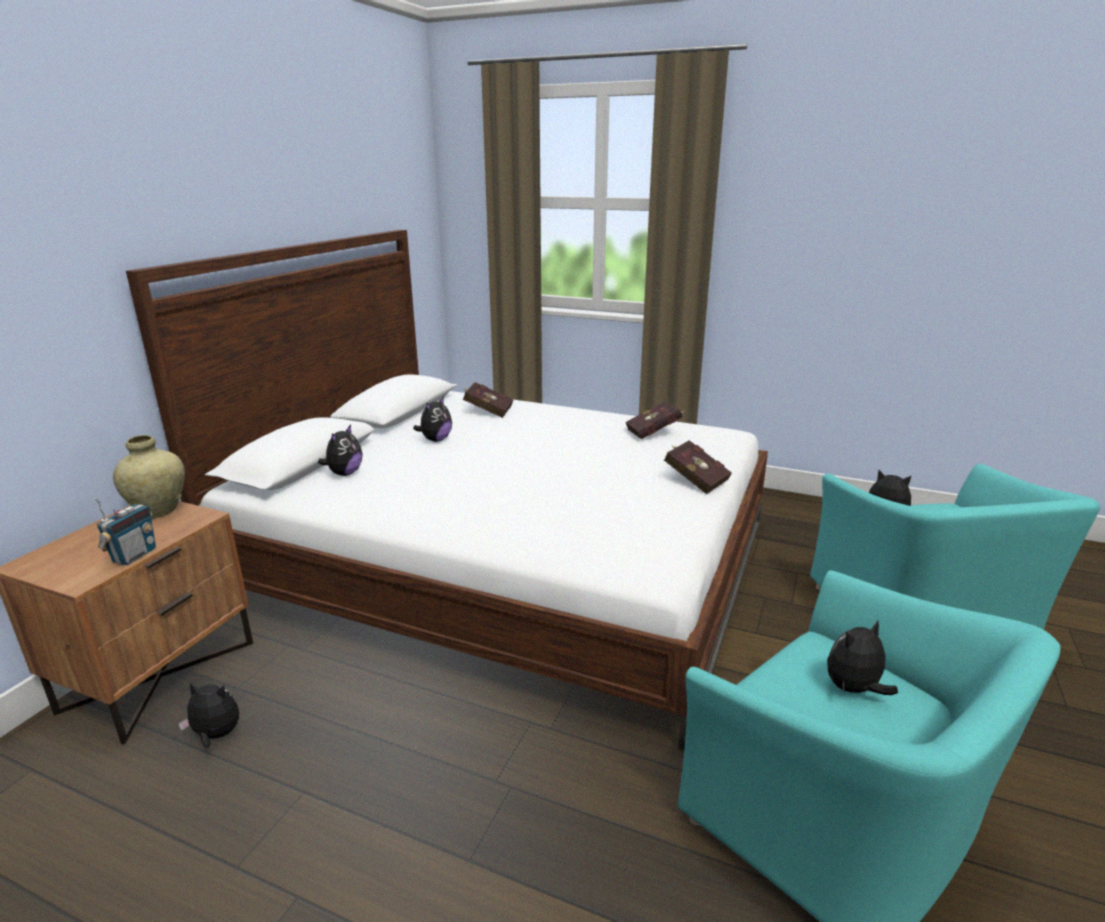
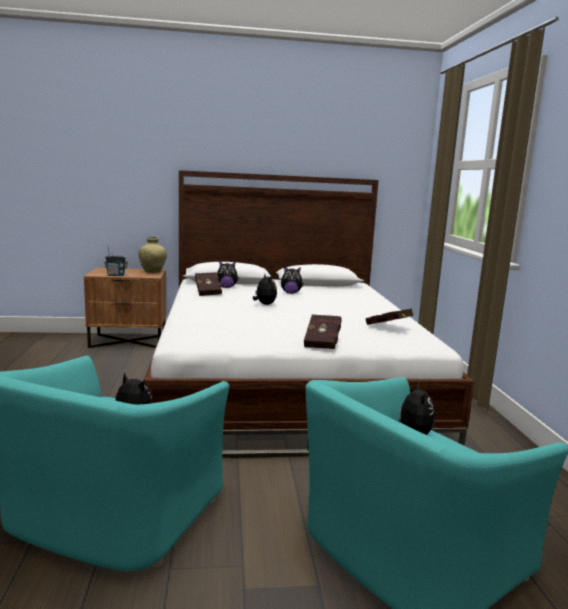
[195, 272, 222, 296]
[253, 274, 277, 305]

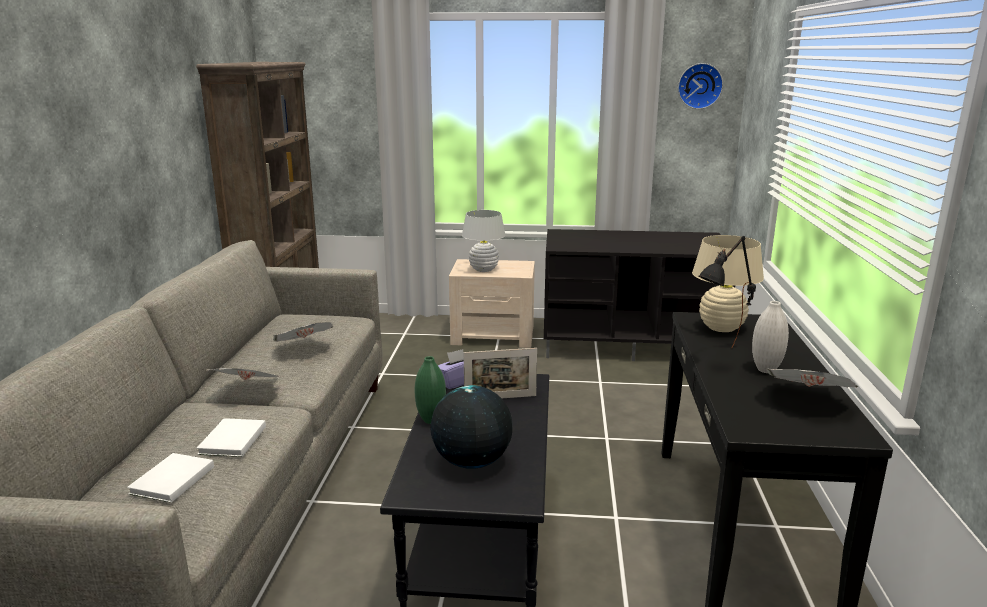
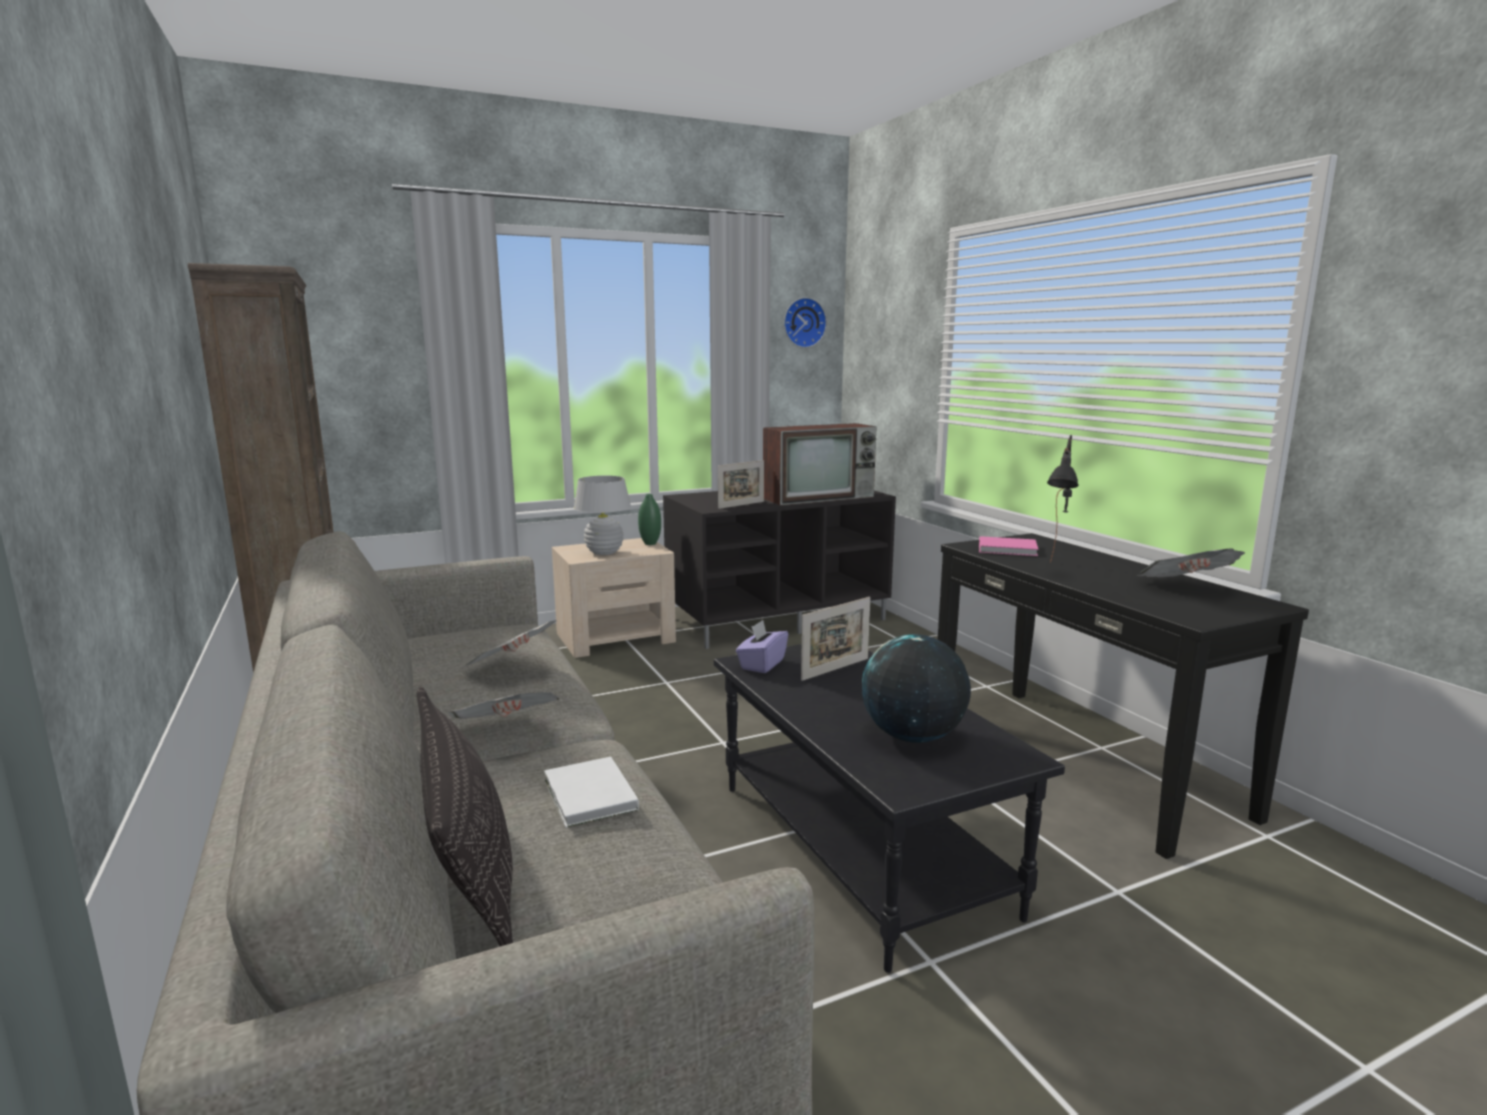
[417, 686, 513, 946]
[638, 494, 661, 545]
[718, 460, 764, 509]
[763, 423, 877, 505]
[979, 536, 1038, 556]
[127, 453, 214, 503] (first image)
[752, 301, 789, 373] (first image)

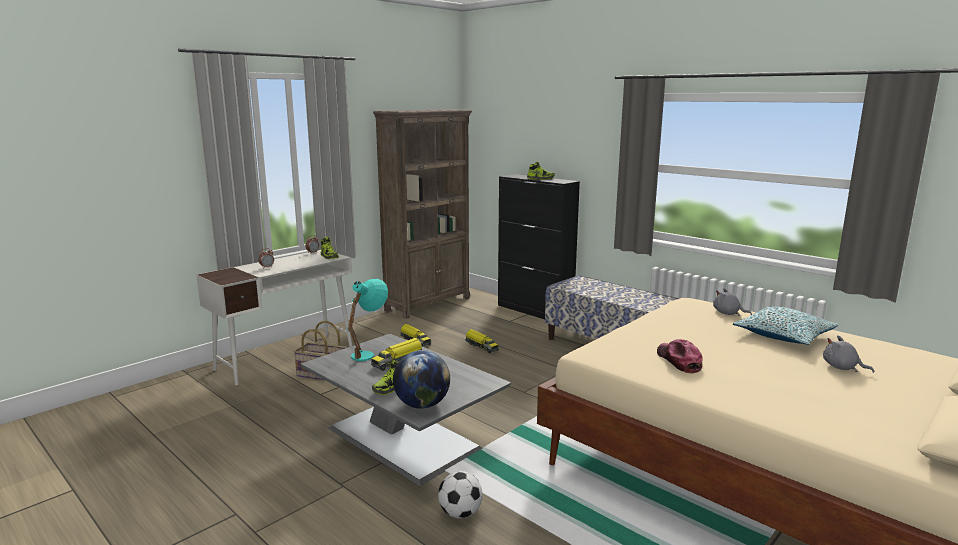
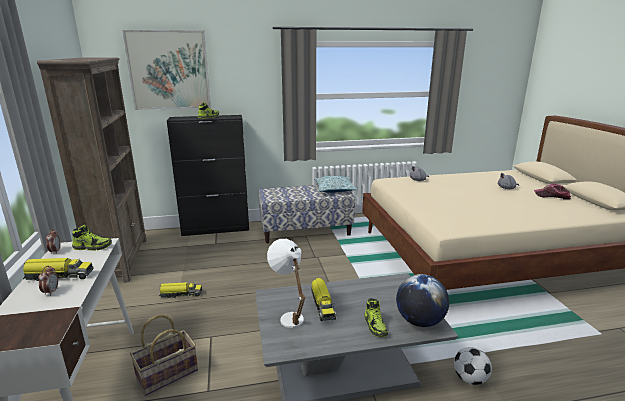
[23, 258, 94, 281]
[122, 30, 211, 110]
[267, 239, 305, 328]
[314, 176, 358, 193]
[534, 184, 571, 199]

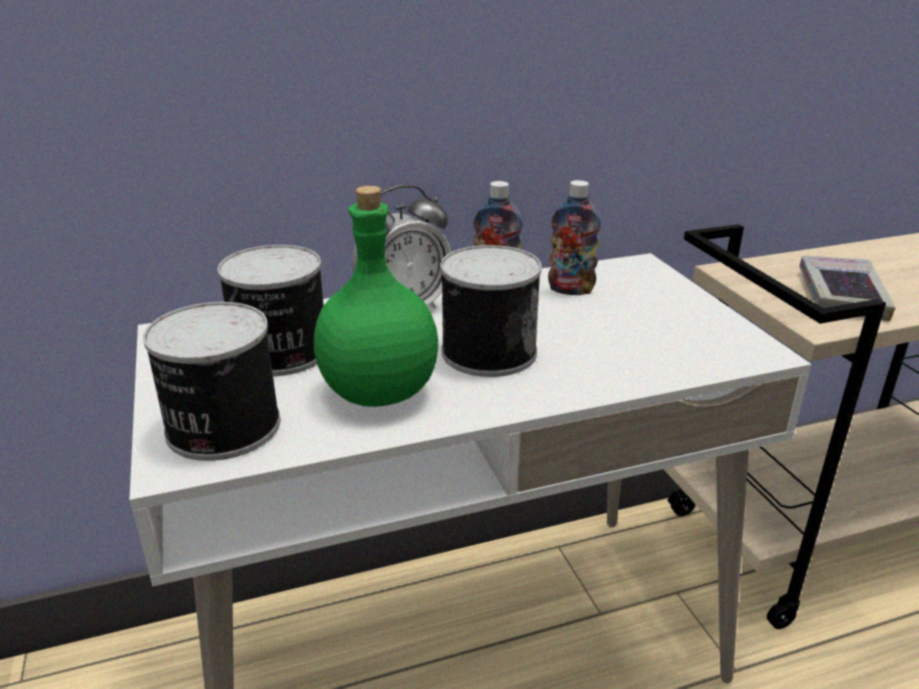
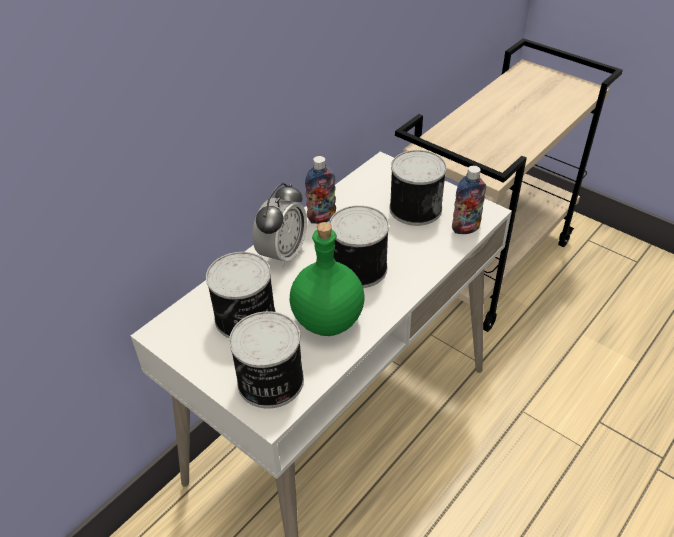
[390, 150, 447, 226]
[452, 166, 486, 234]
[799, 256, 896, 321] (first image)

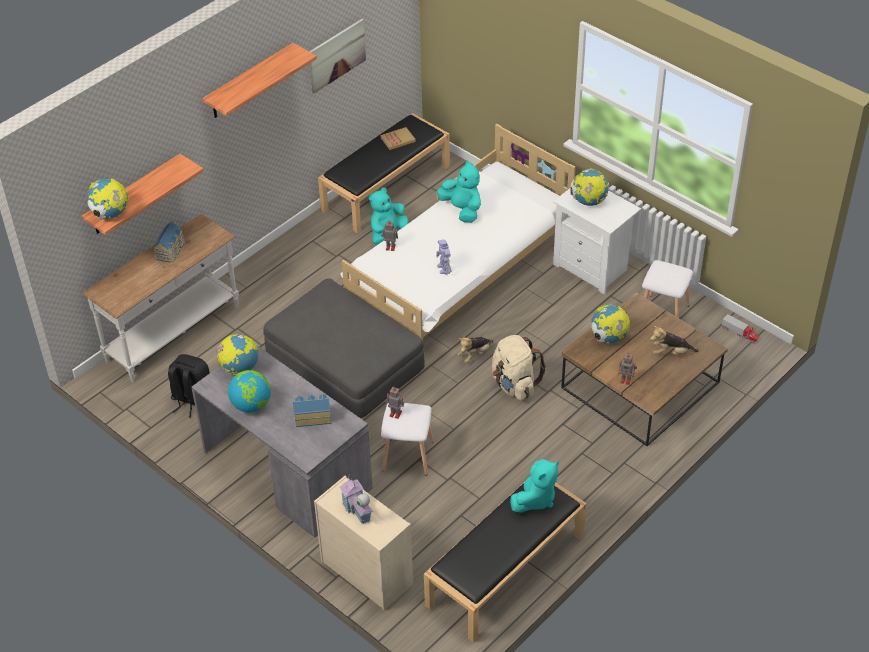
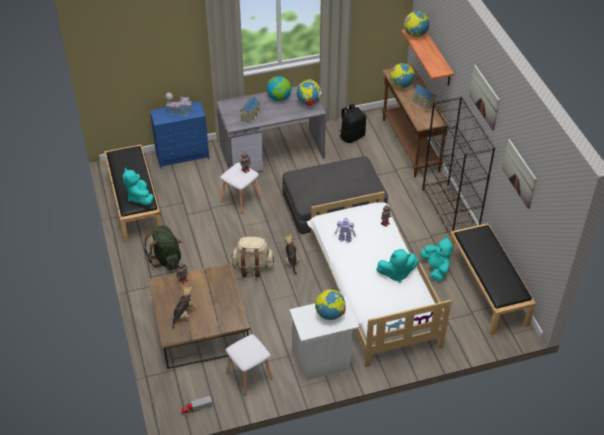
[144, 225, 182, 270]
[150, 101, 209, 169]
[382, 65, 450, 177]
[390, 63, 415, 88]
[422, 97, 495, 235]
[469, 65, 500, 130]
[381, 127, 416, 150] (first image)

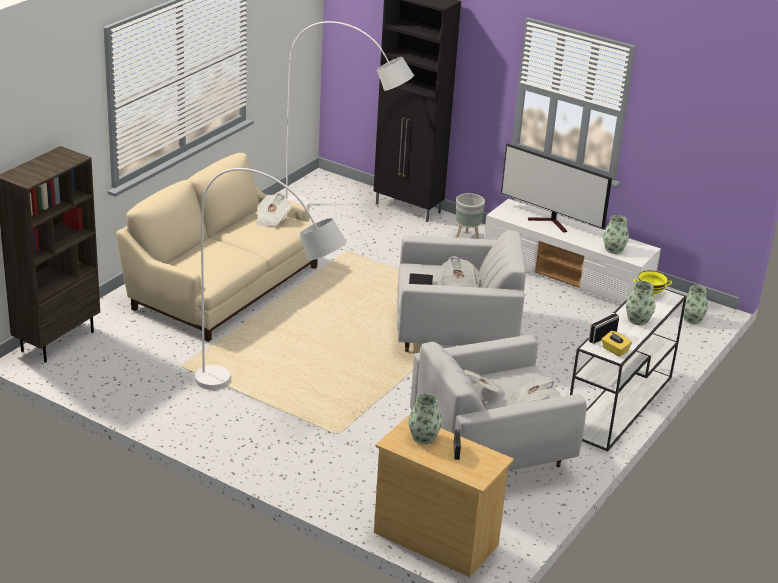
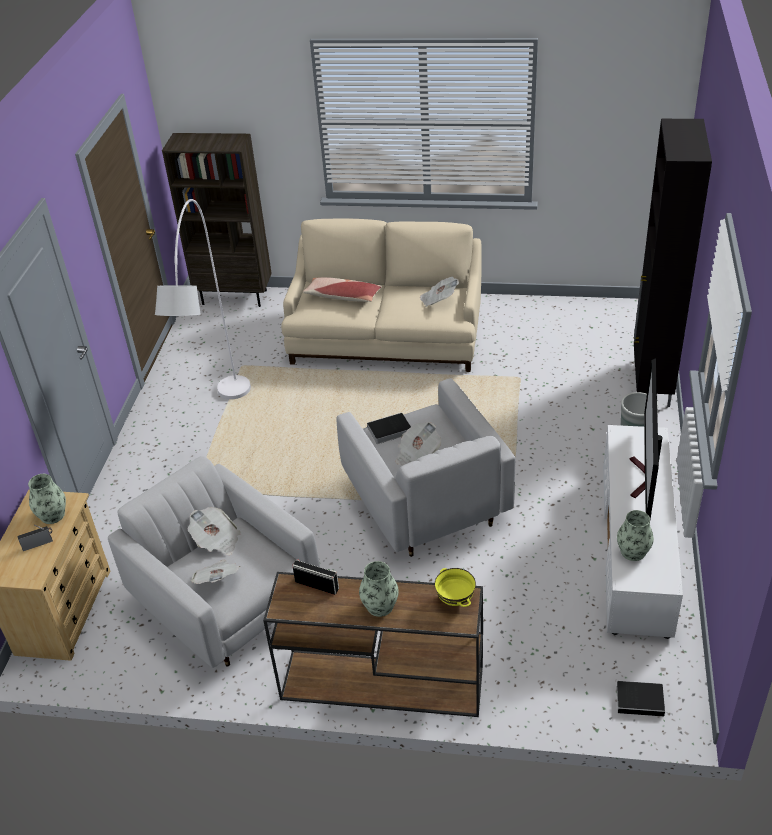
[263, 572, 483, 717]
[303, 277, 382, 302]
[616, 681, 671, 716]
[285, 21, 414, 207] (first image)
[601, 331, 632, 357] (first image)

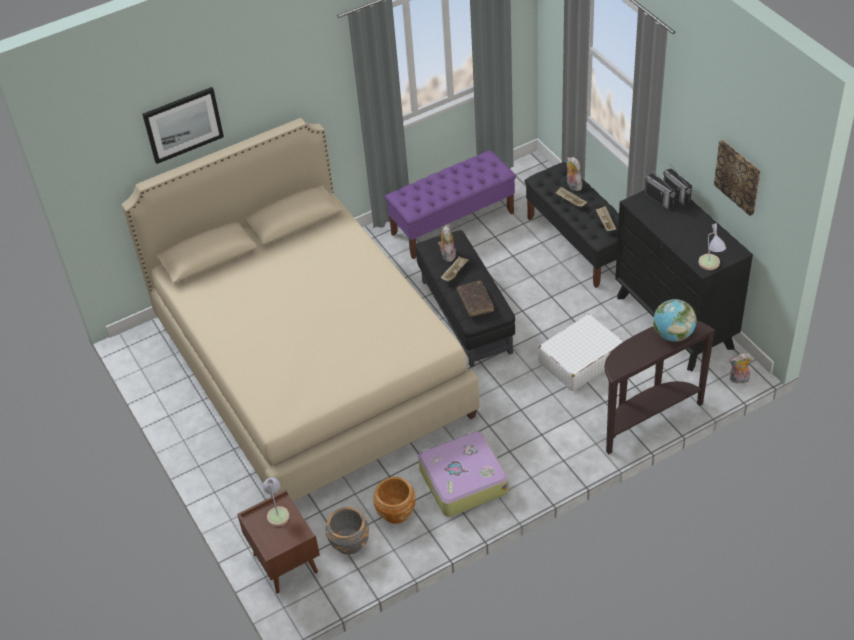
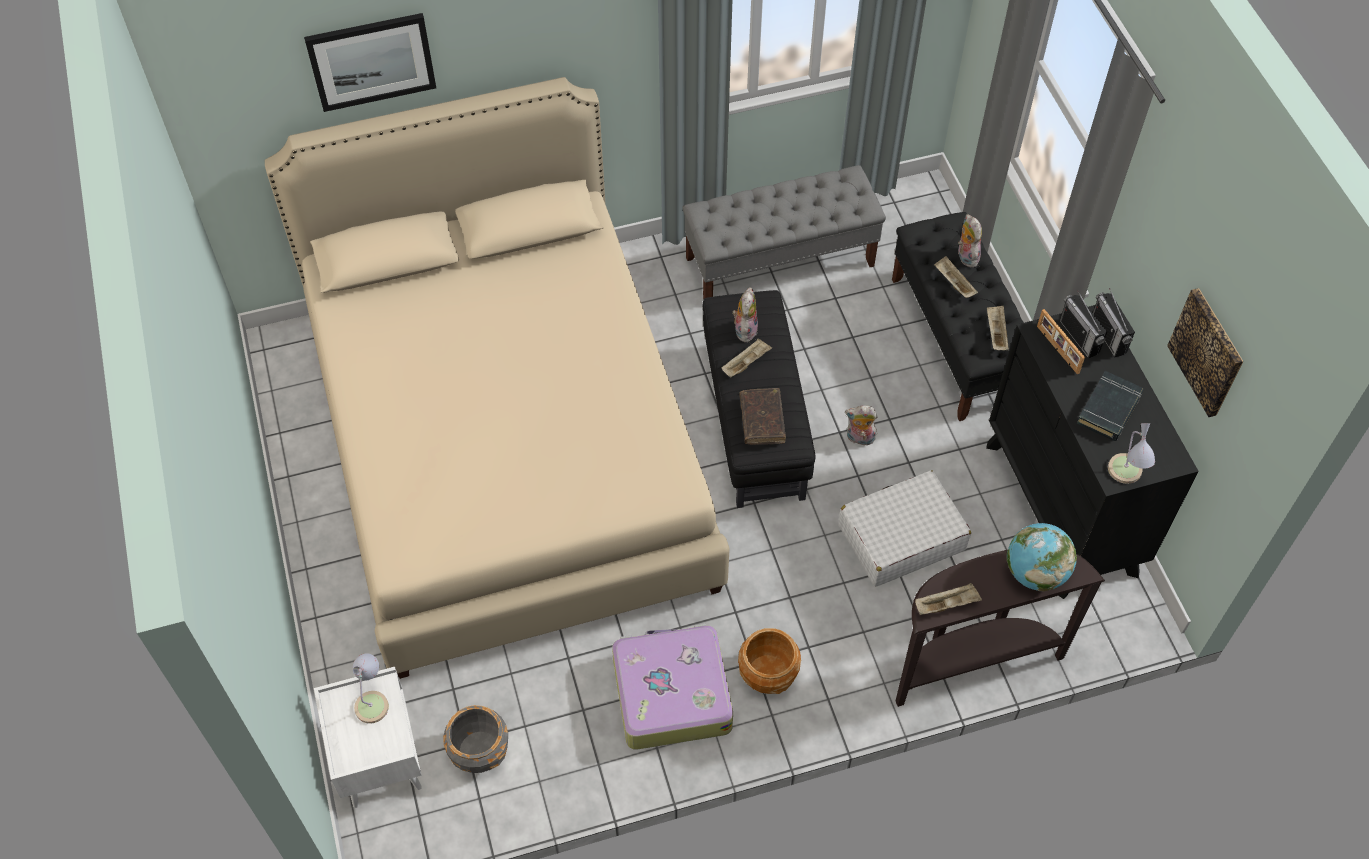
[314, 667, 422, 808]
[682, 165, 886, 300]
[738, 628, 801, 694]
[845, 405, 878, 448]
[915, 583, 982, 615]
[1037, 309, 1085, 374]
[1077, 371, 1143, 441]

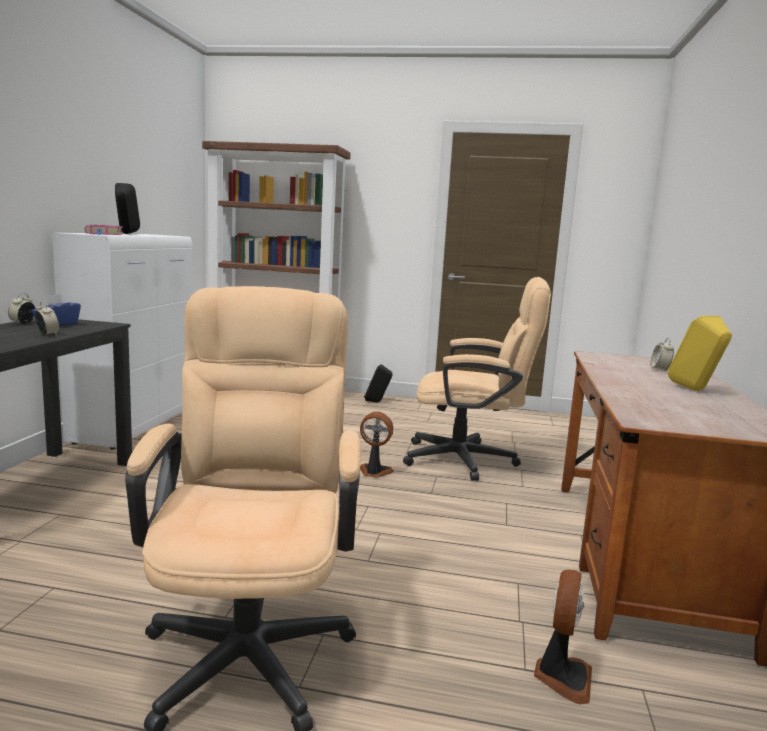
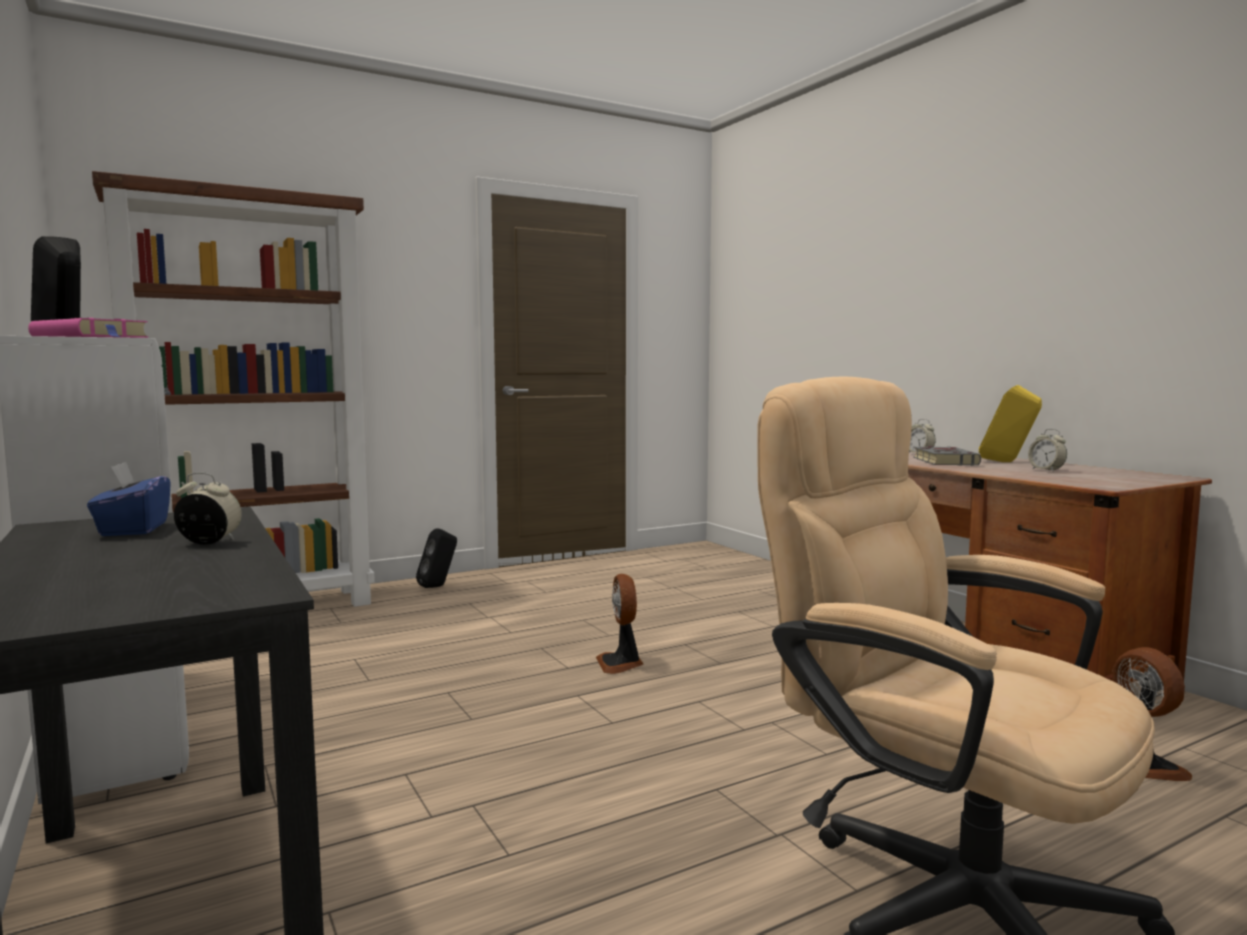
[596, 574, 644, 674]
[914, 446, 981, 466]
[1028, 429, 1067, 472]
[403, 277, 551, 481] (first image)

